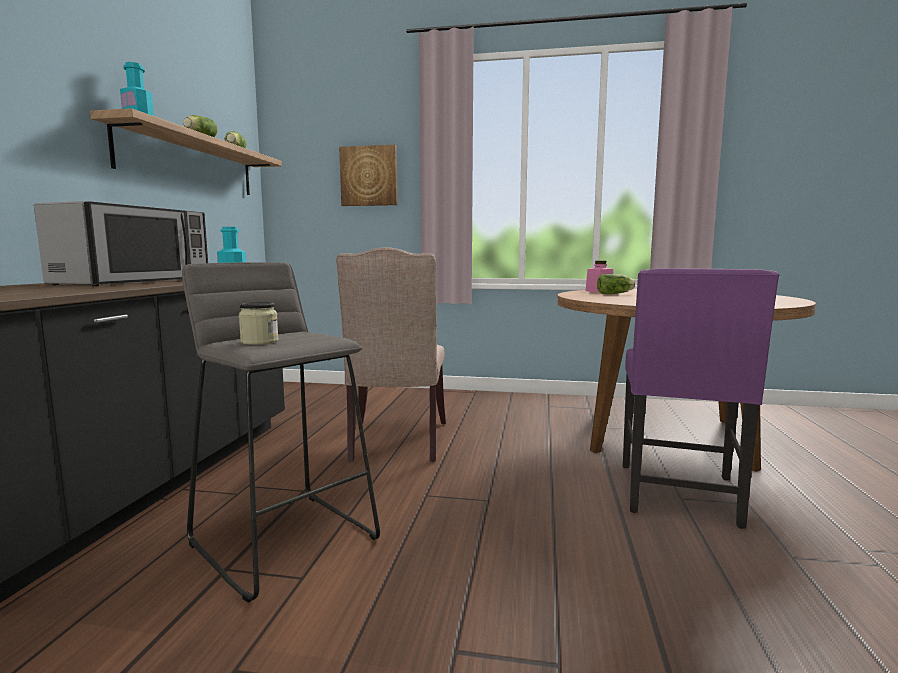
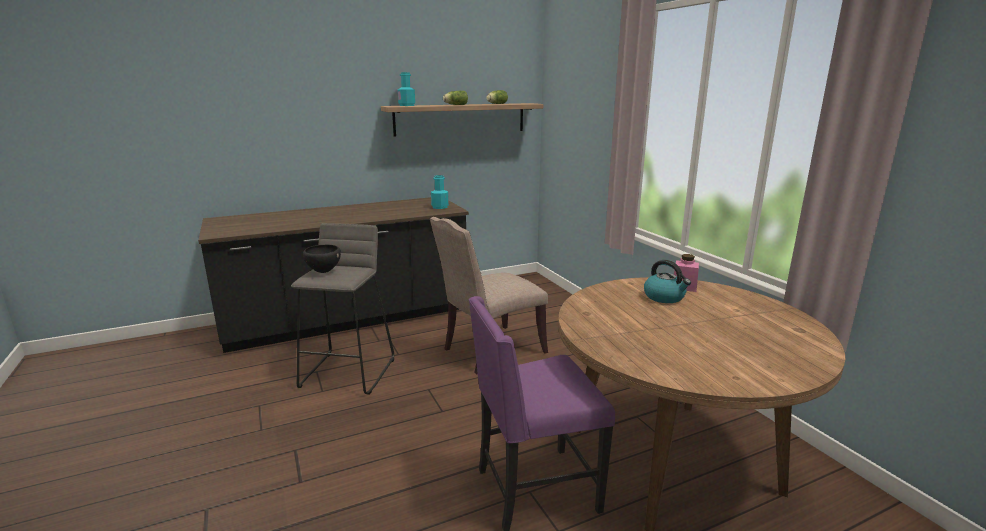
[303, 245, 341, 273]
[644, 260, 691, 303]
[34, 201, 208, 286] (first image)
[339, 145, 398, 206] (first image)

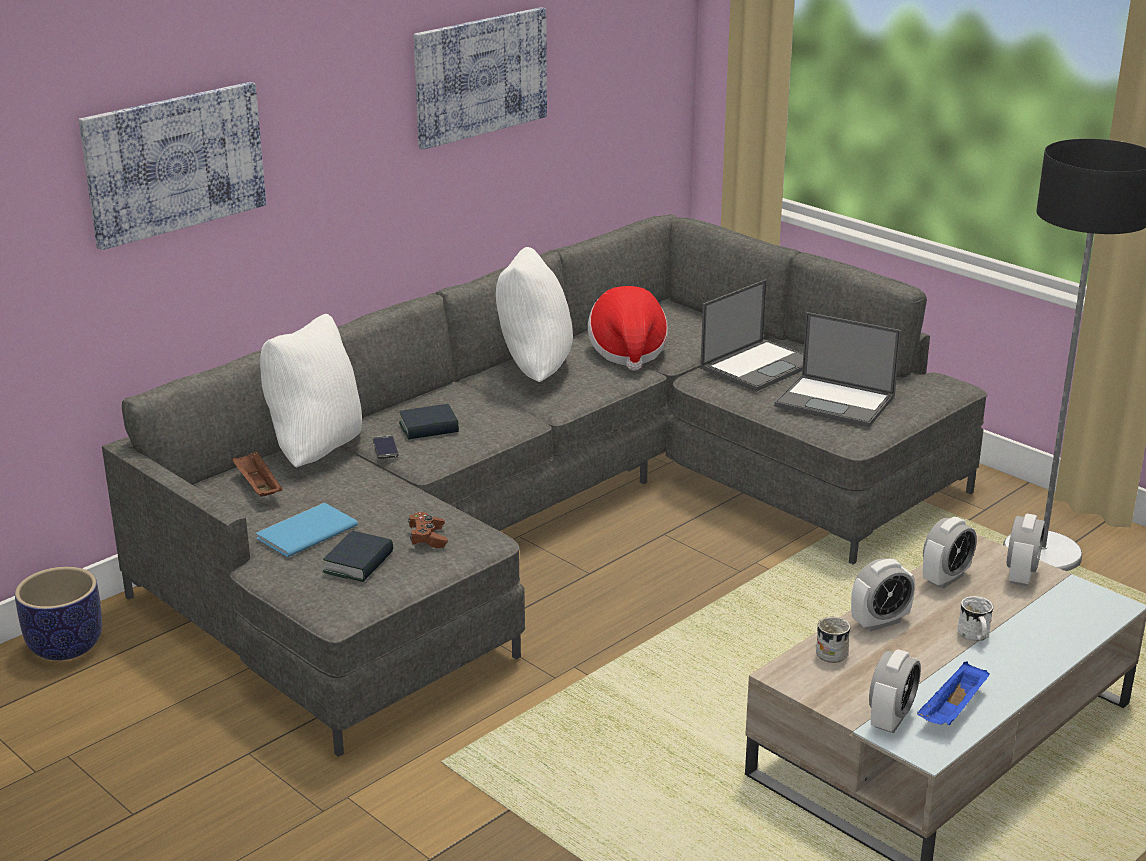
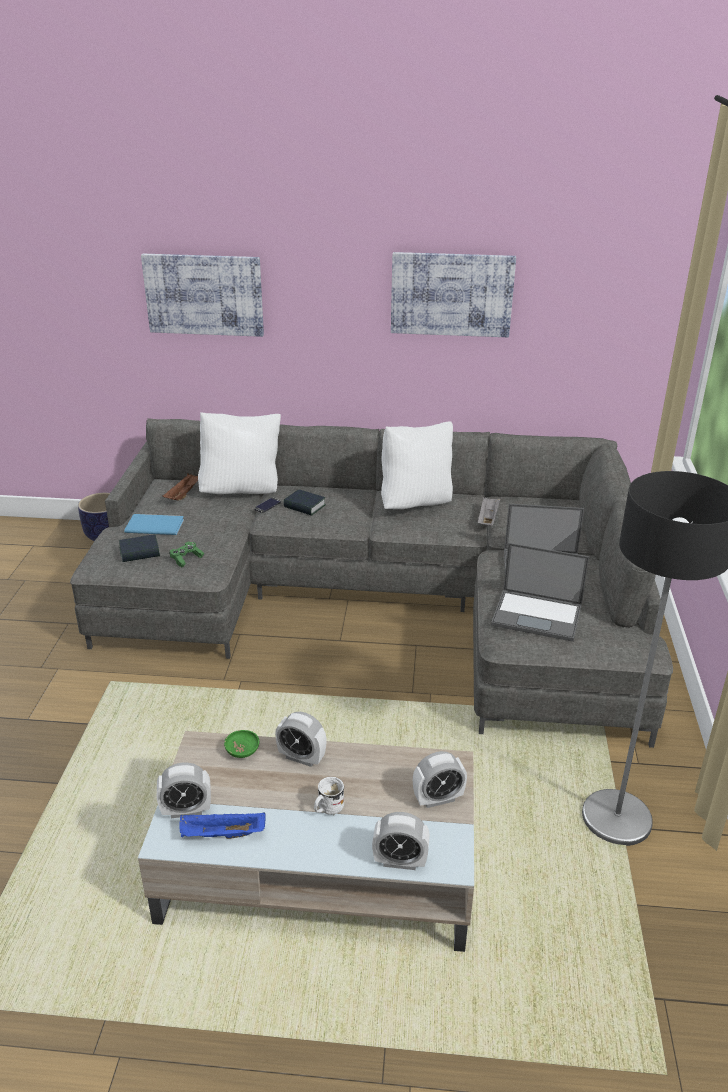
[169, 542, 204, 567]
[224, 730, 259, 758]
[372, 812, 430, 870]
[478, 496, 501, 526]
[491, 543, 589, 642]

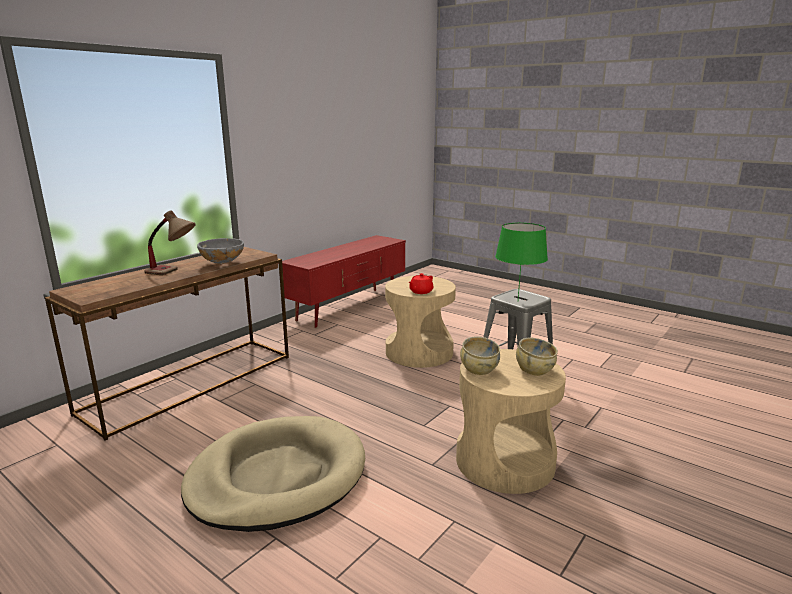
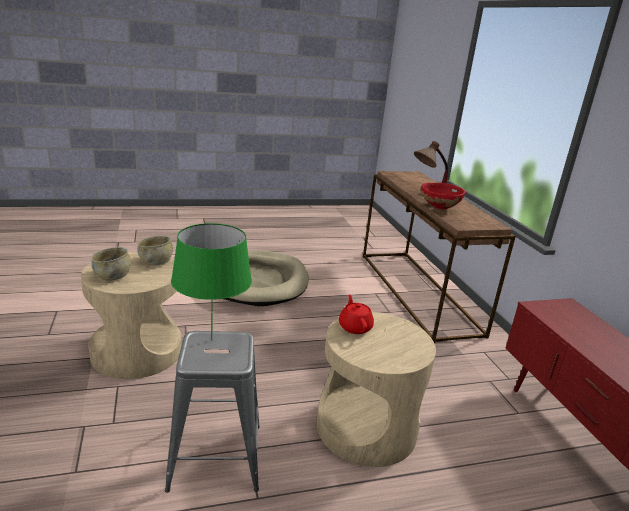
[421, 183, 465, 209]

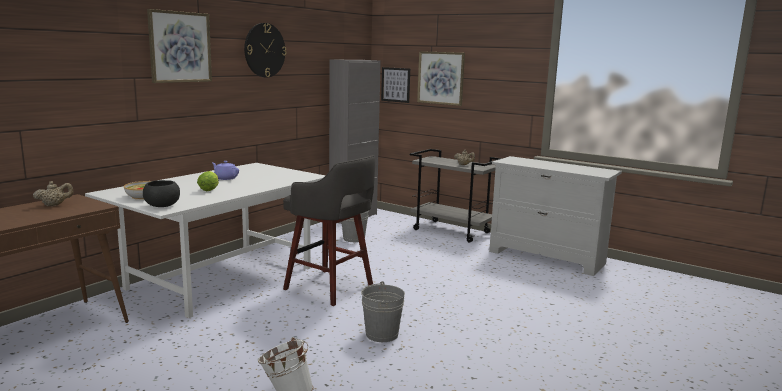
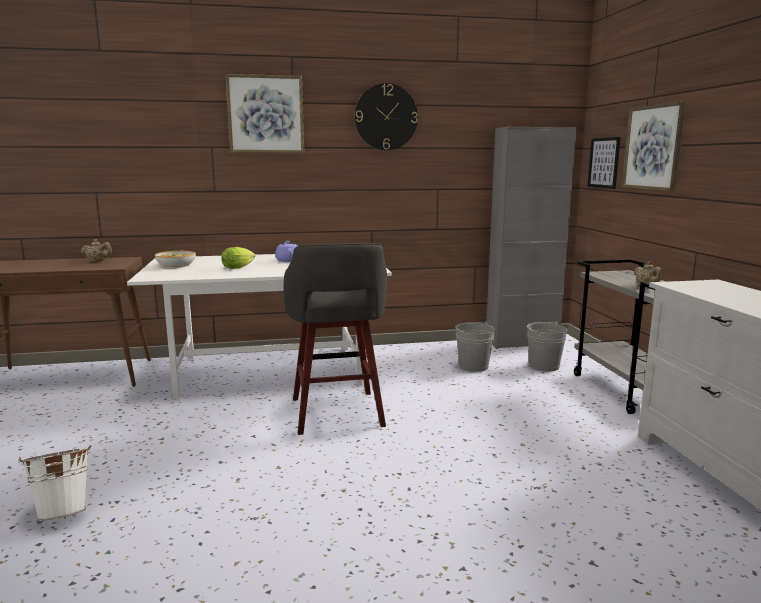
[527, 321, 567, 372]
[143, 180, 180, 207] (first image)

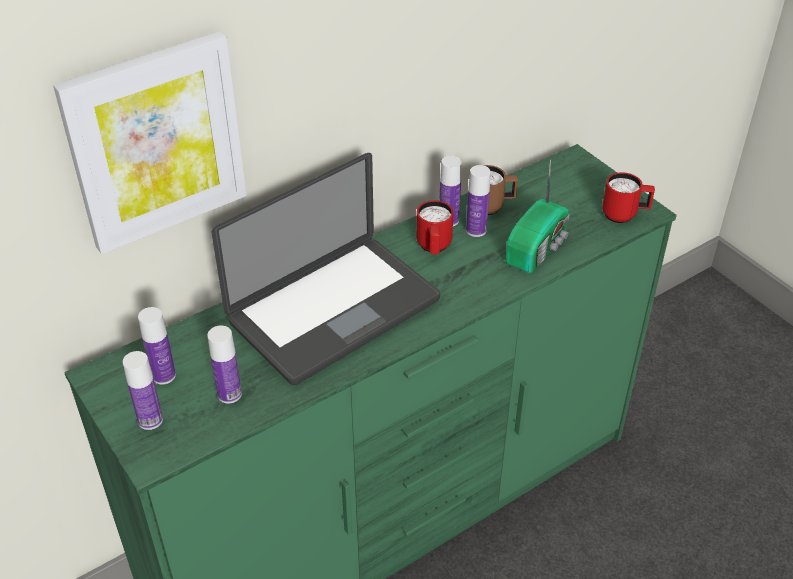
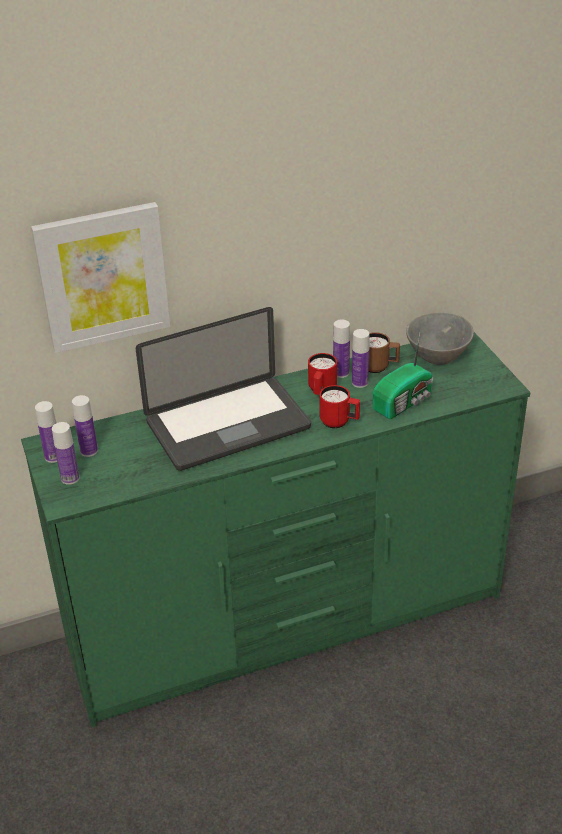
[35, 401, 58, 463]
[320, 385, 360, 428]
[406, 313, 474, 365]

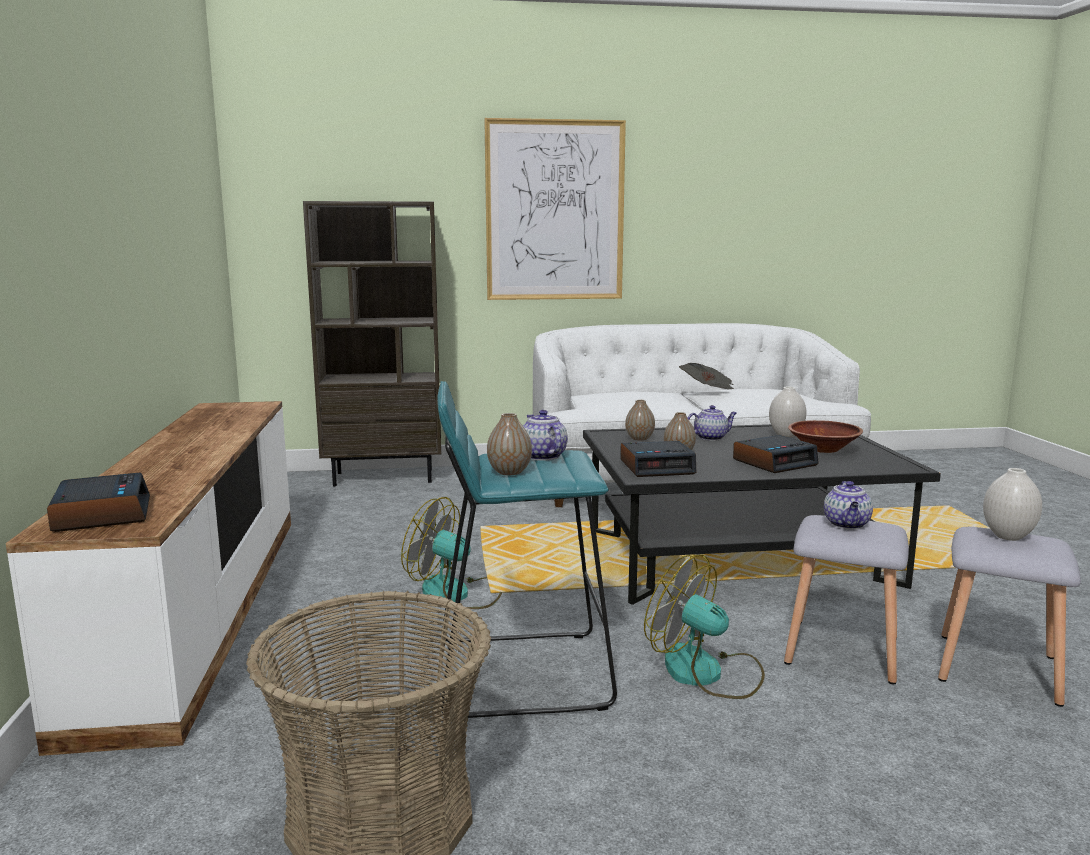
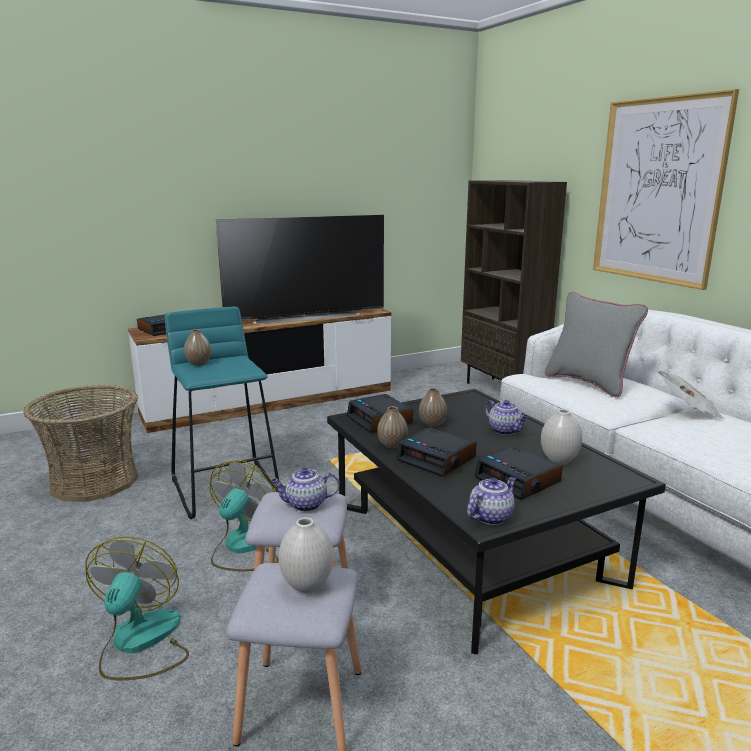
[85, 536, 189, 680]
[216, 215, 384, 324]
[377, 406, 408, 449]
[467, 477, 516, 525]
[474, 445, 563, 500]
[545, 292, 648, 397]

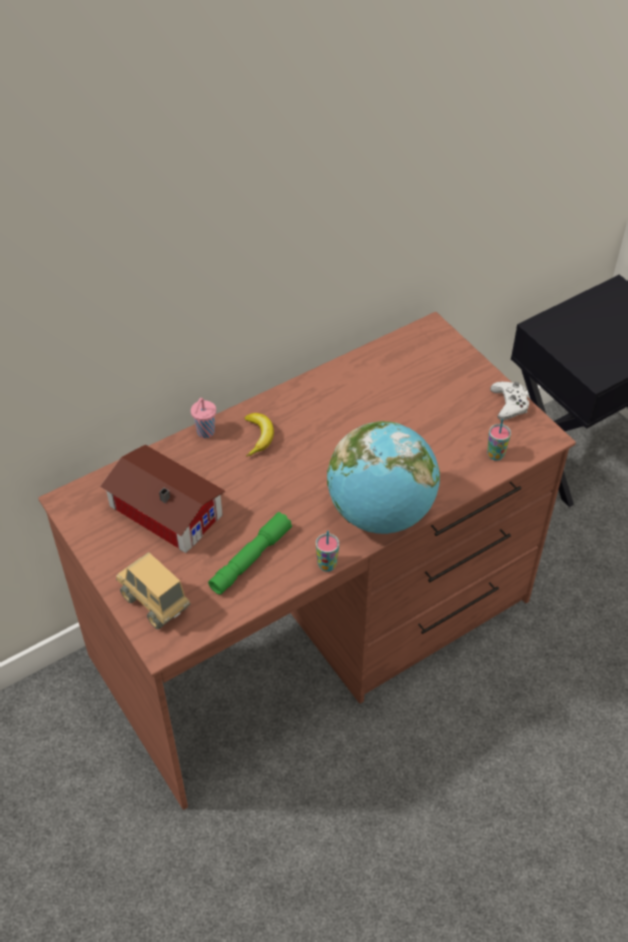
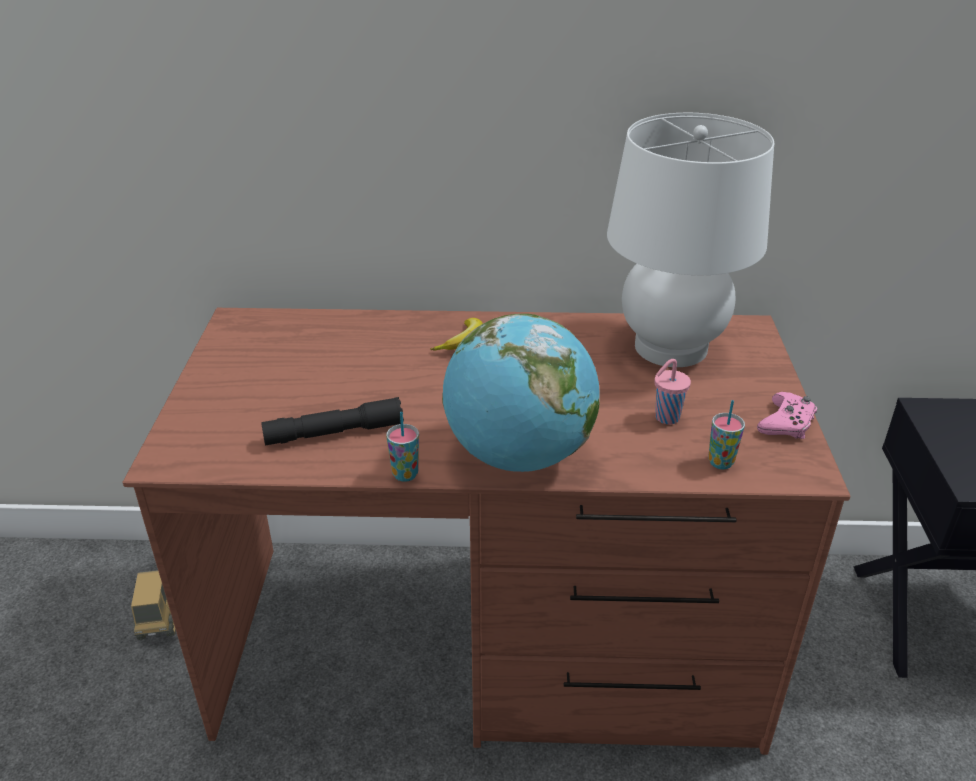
[131, 570, 176, 640]
[261, 397, 404, 445]
[607, 113, 774, 367]
[655, 359, 691, 424]
[757, 392, 817, 439]
[100, 445, 225, 553] (first image)

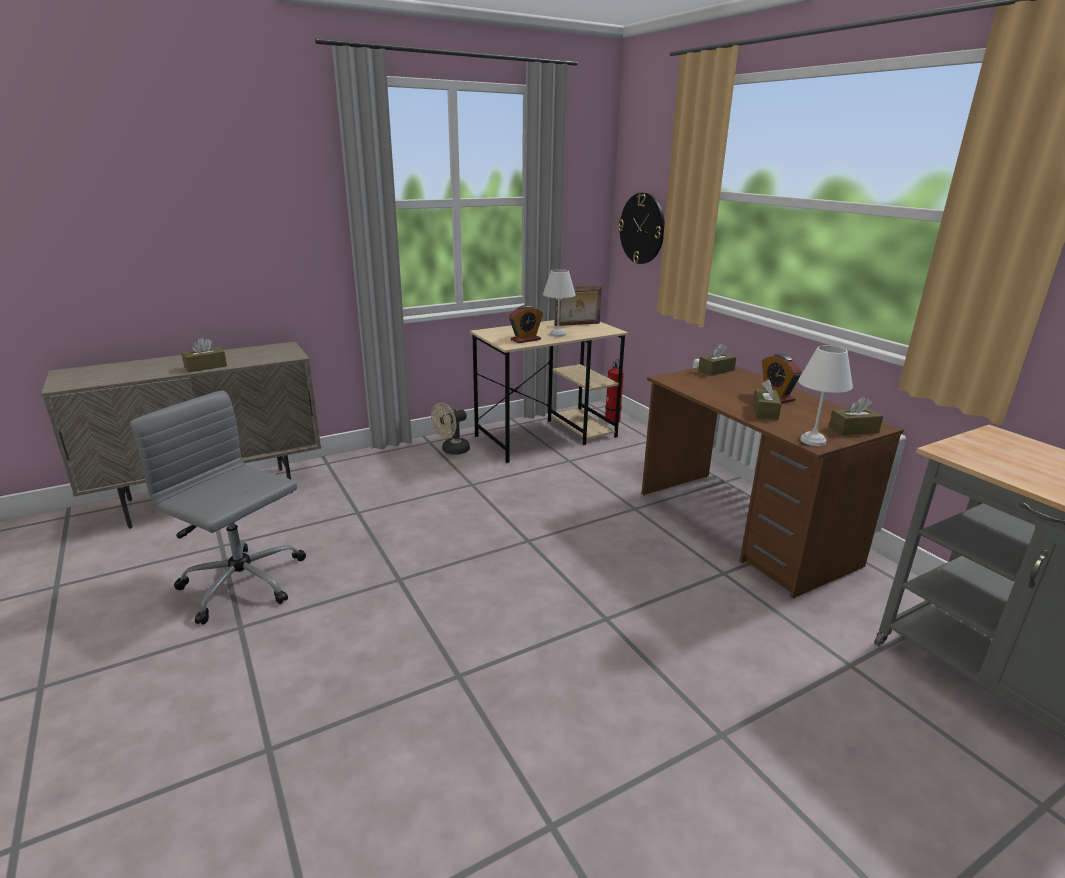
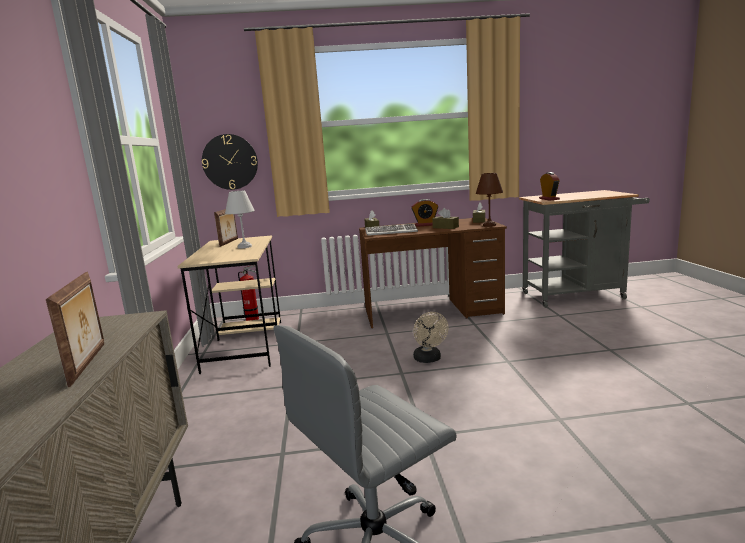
[46, 272, 104, 387]
[365, 224, 418, 236]
[413, 312, 448, 363]
[476, 173, 503, 227]
[539, 172, 560, 201]

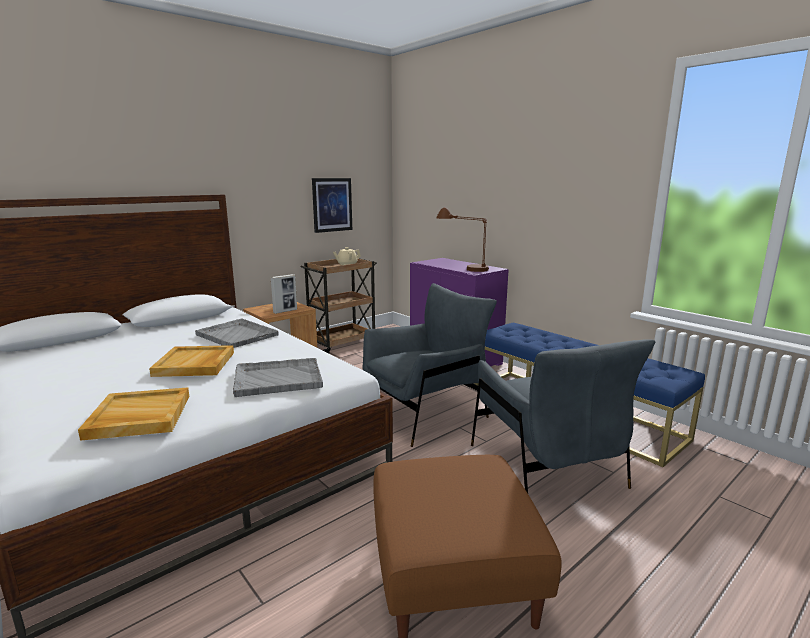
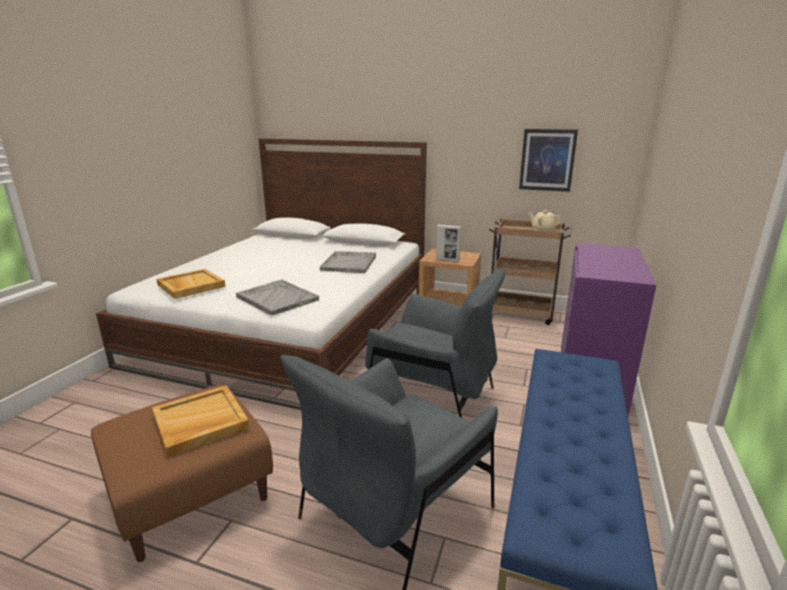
[152, 385, 250, 457]
[436, 207, 489, 272] (first image)

